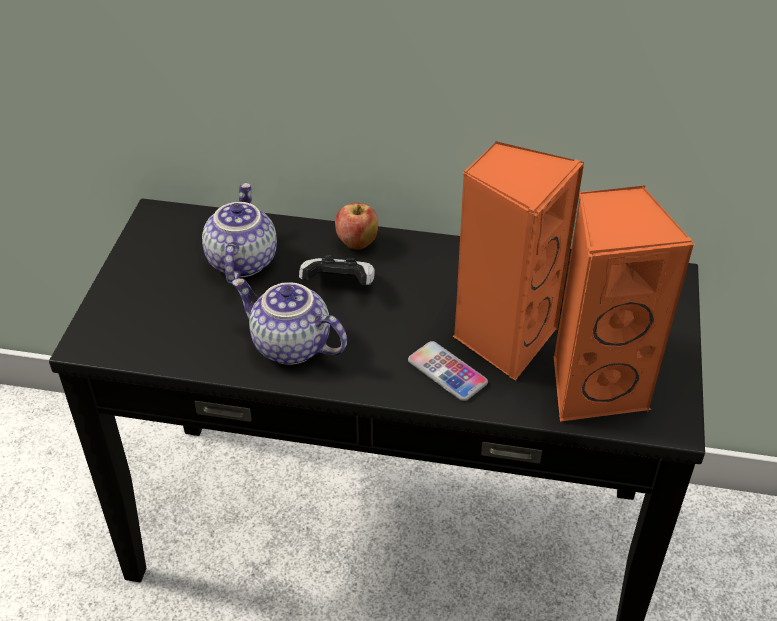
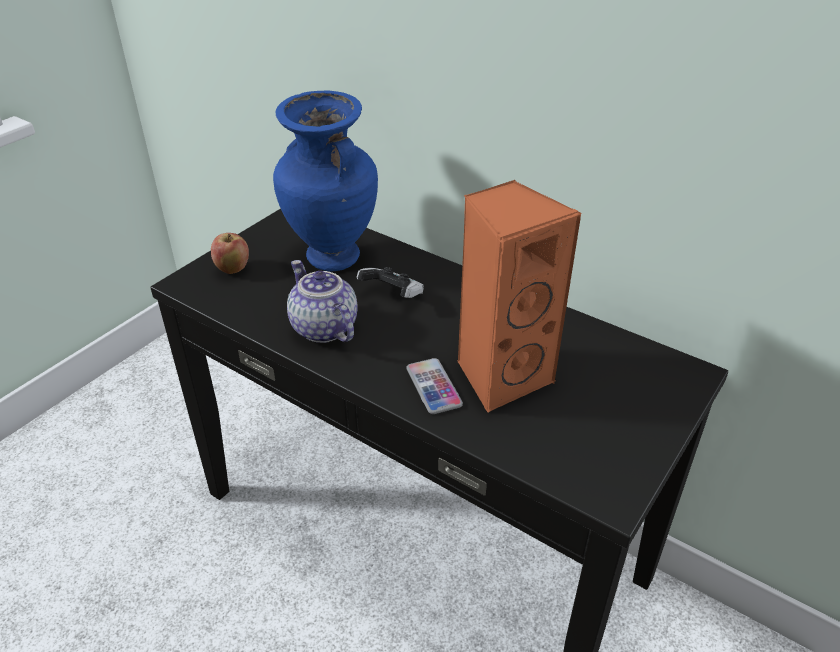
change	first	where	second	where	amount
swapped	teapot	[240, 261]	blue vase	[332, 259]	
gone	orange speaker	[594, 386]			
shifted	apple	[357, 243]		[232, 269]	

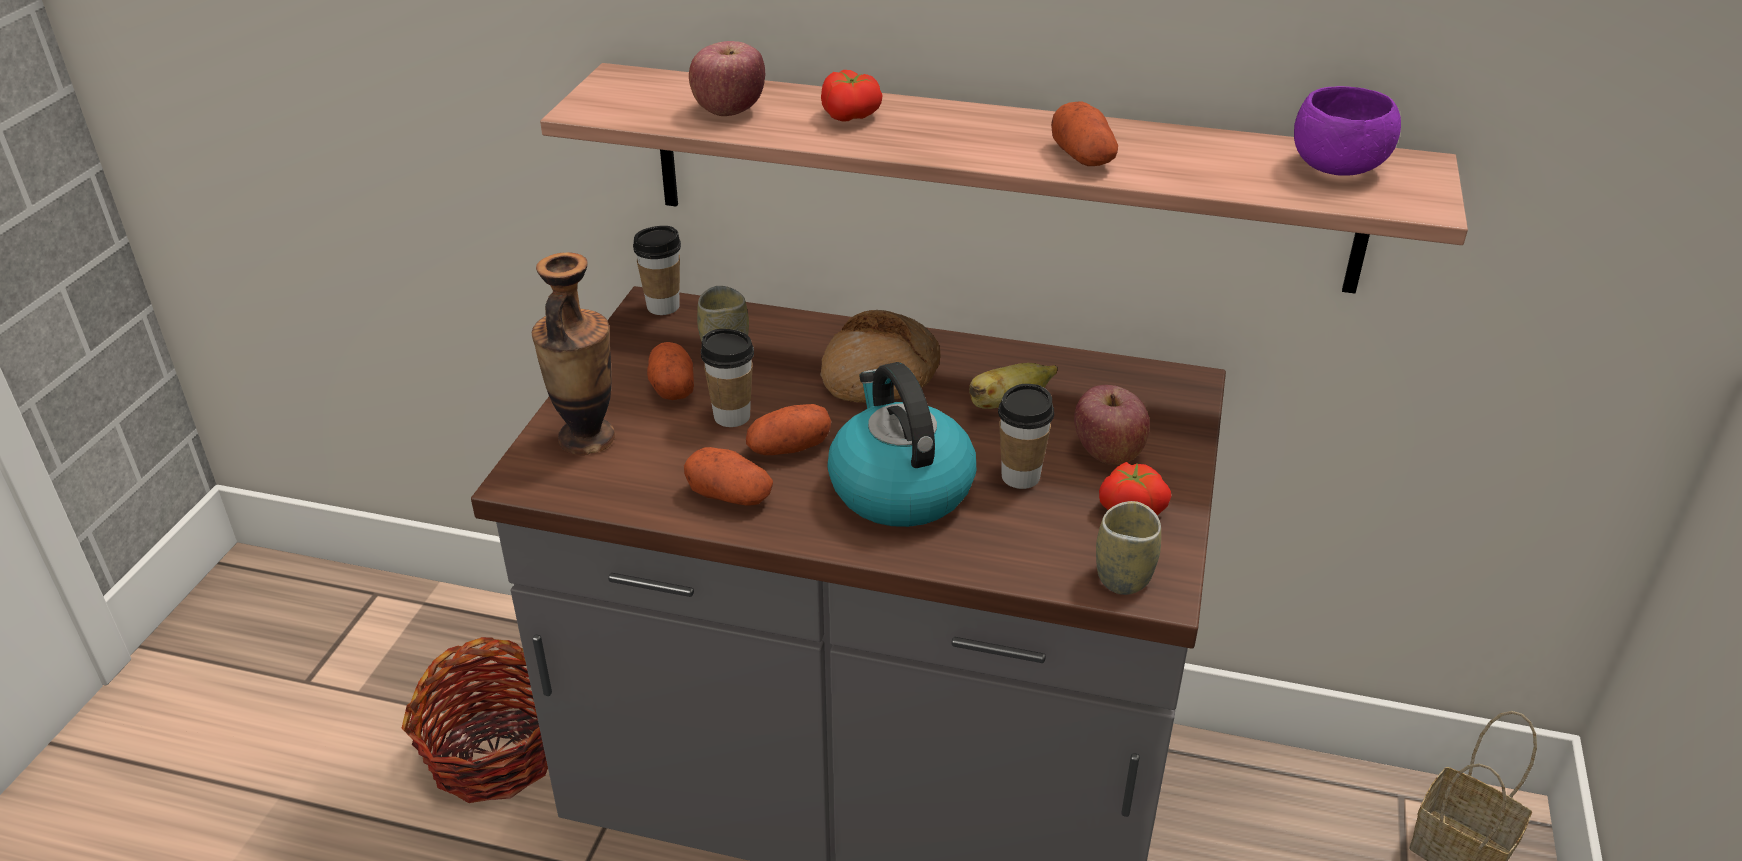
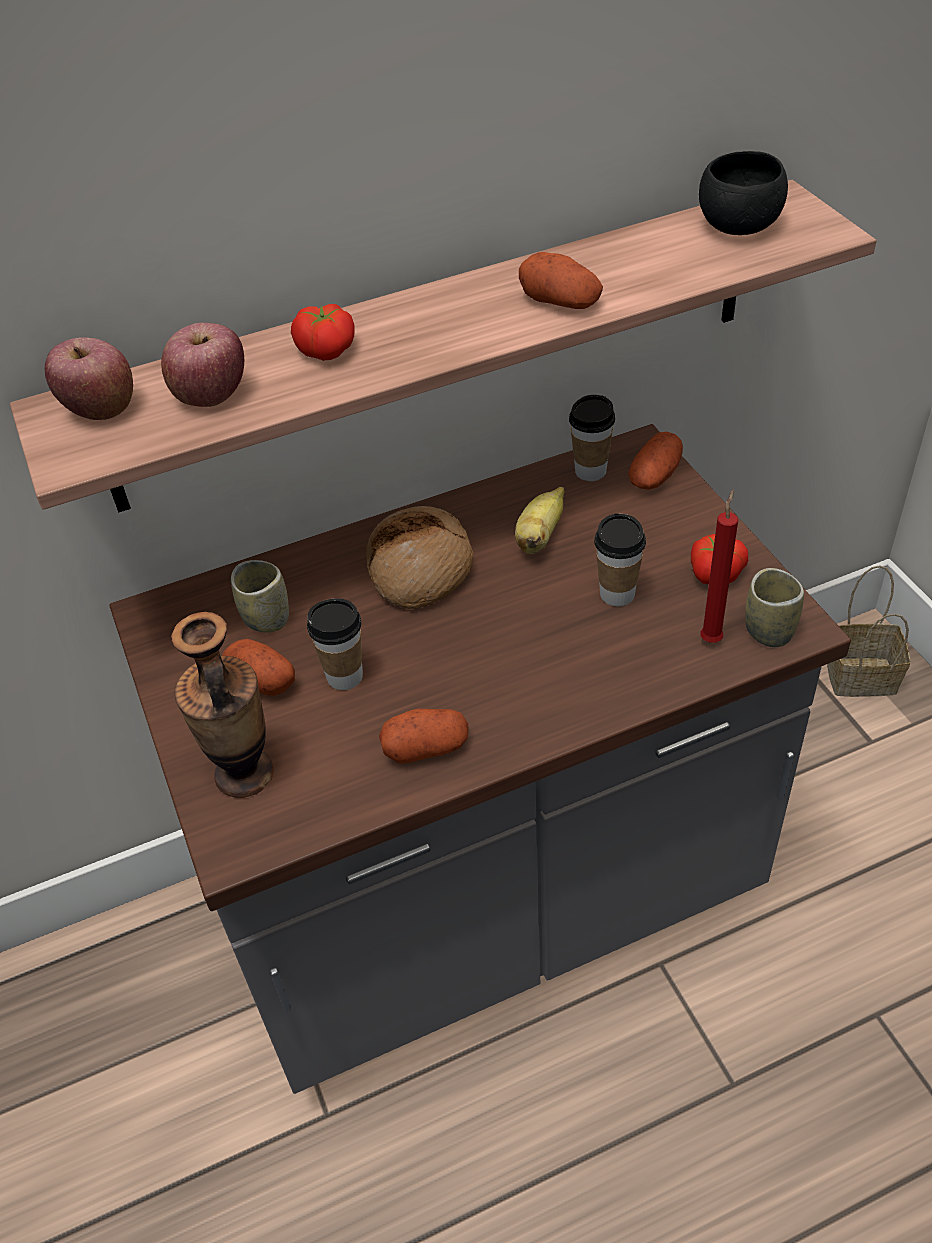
change	first	where	second	where	amount
repainted	purple bowl	[1337, 167]	black bowl	[738, 226]	
shifted	cup	[663, 306]		[590, 471]	
gone	kettle	[899, 487]			
shifted	apple	[1108, 452]		[100, 409]	
shifted	potato	[789, 448]		[655, 476]	
gone	basket	[495, 754]			
new			red candle	[711, 638]	

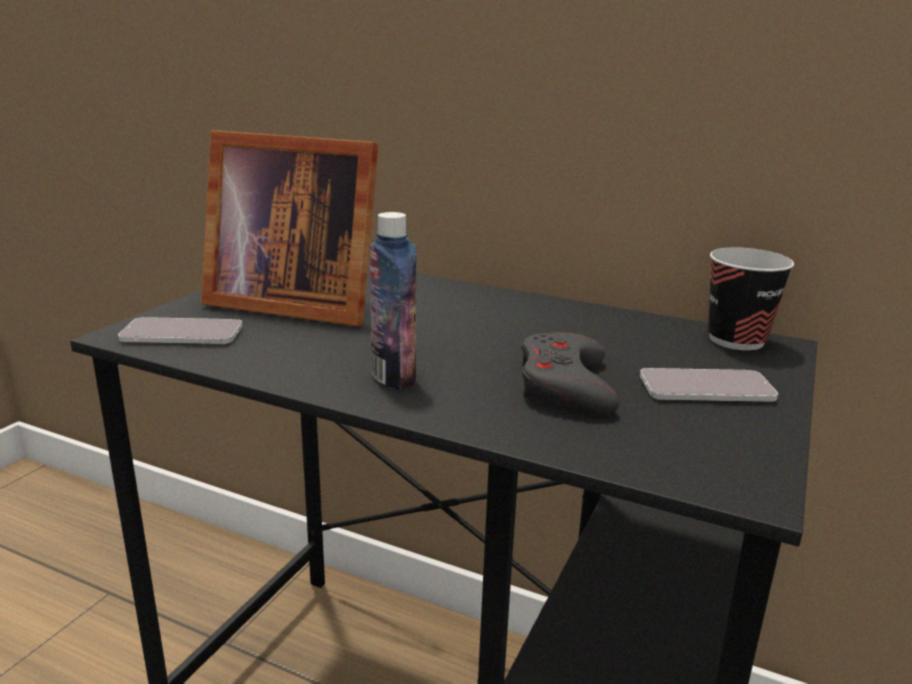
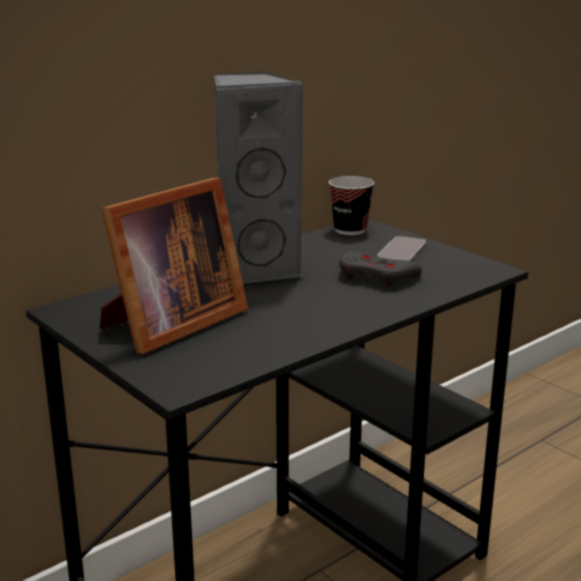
change	first	where	second	where	amount
gone	bottle	[393, 377]			
gone	phone	[182, 334]			
new			grey speaker	[255, 270]	

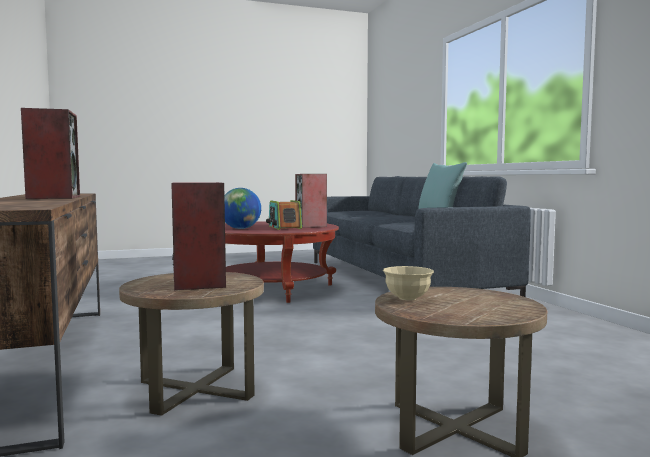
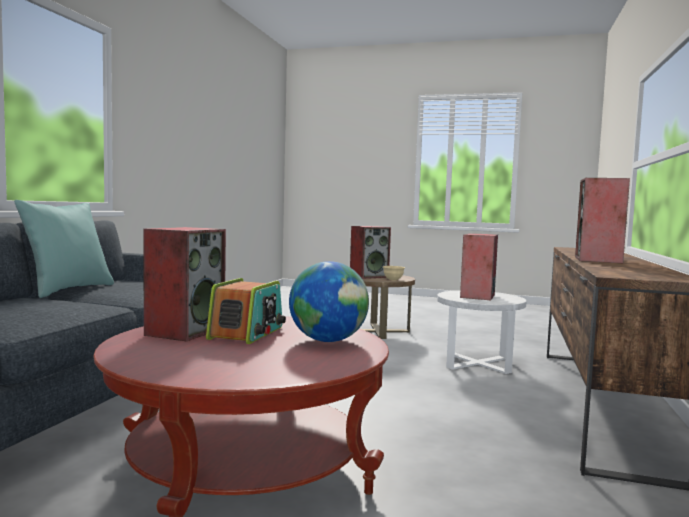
change	first	where	second	where	amount
repainted	brown side table	[196, 389]	white side table	[477, 363]	
new			speaker	[369, 276]	

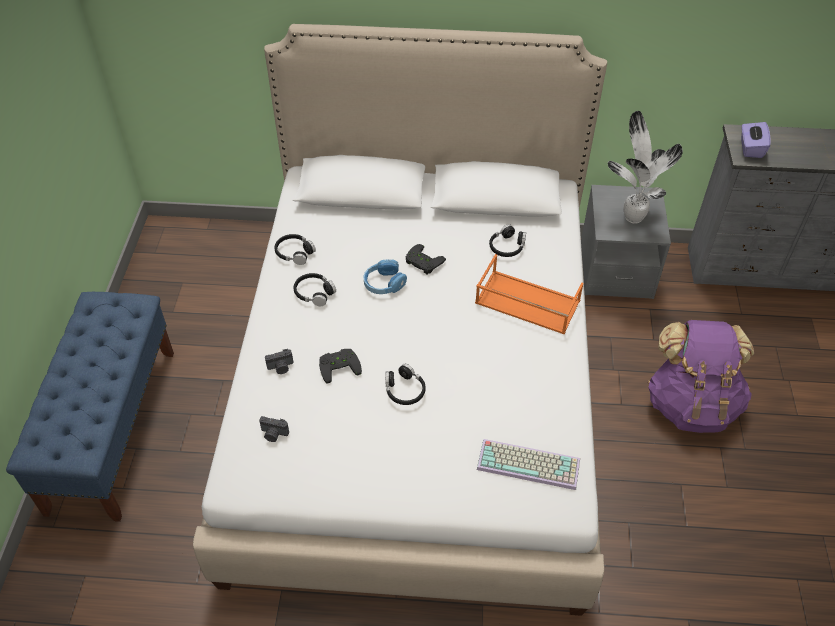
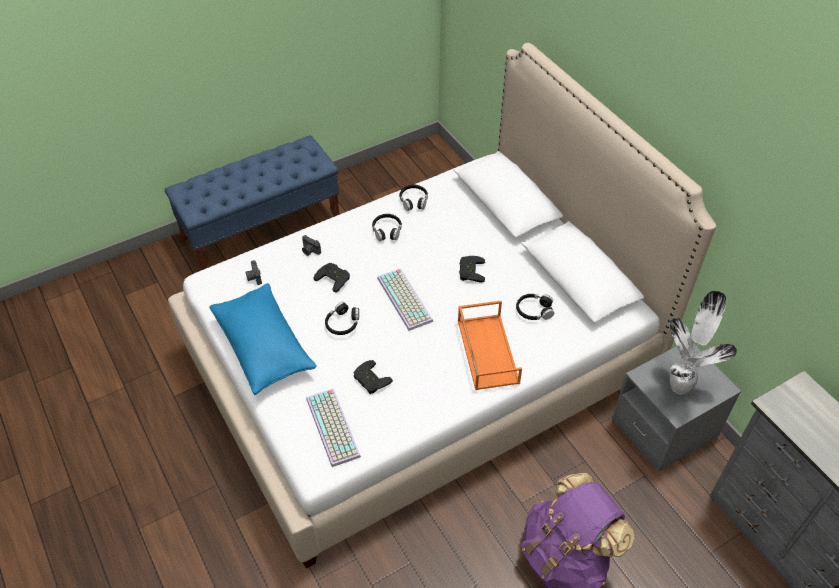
change	first	where	second	where	amount
gone	purple tissue box	[750, 148]			
gone	blue headphones	[384, 283]			
new			keyboard	[406, 299]	
new			blue pillow	[264, 347]	
new			black game controller	[369, 380]	

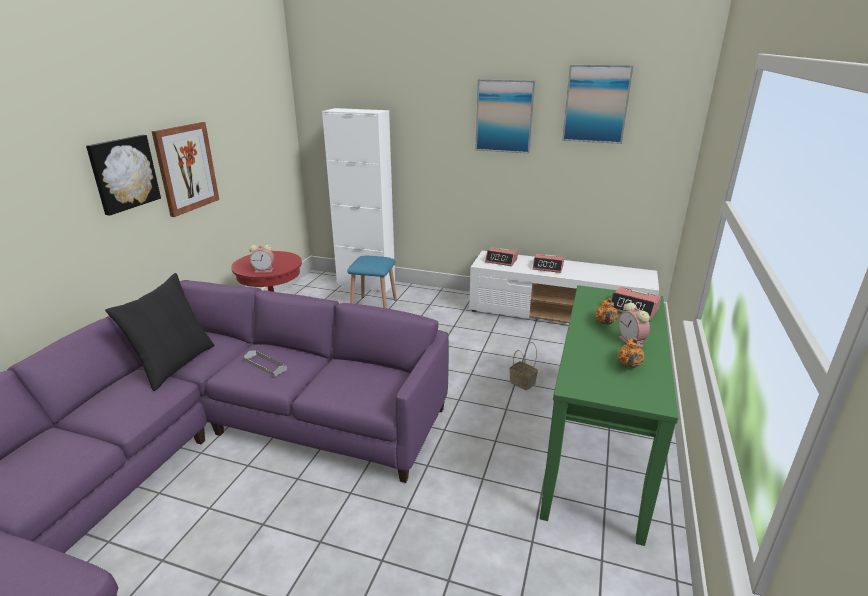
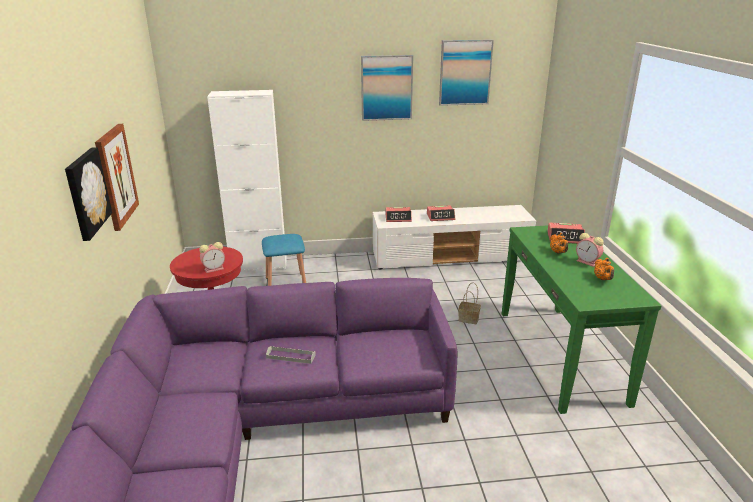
change	first	where	second	where	amount
gone	black pillow	[175, 365]			

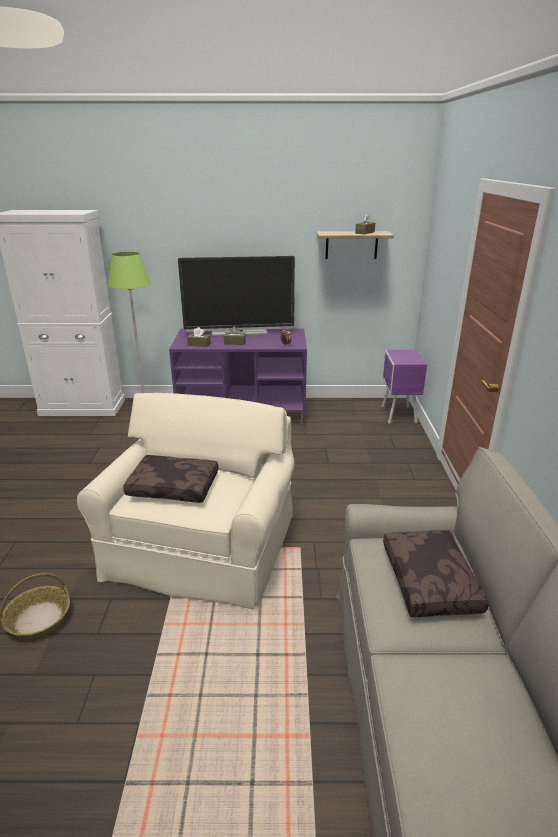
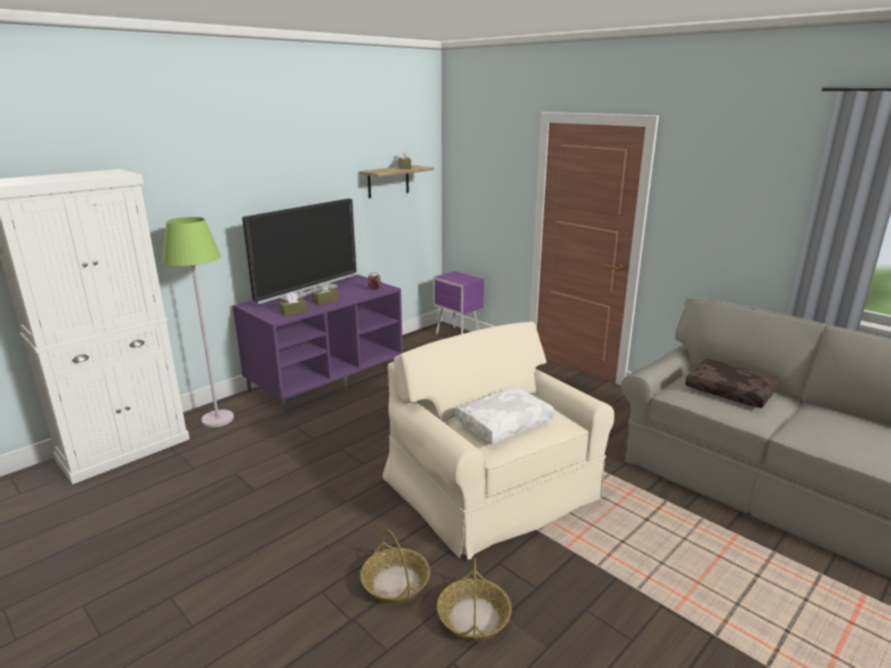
change	first	where	second	where	amount
repainted	brown pillow	[174, 486]	white pillow	[503, 422]	
new			basket	[395, 583]	

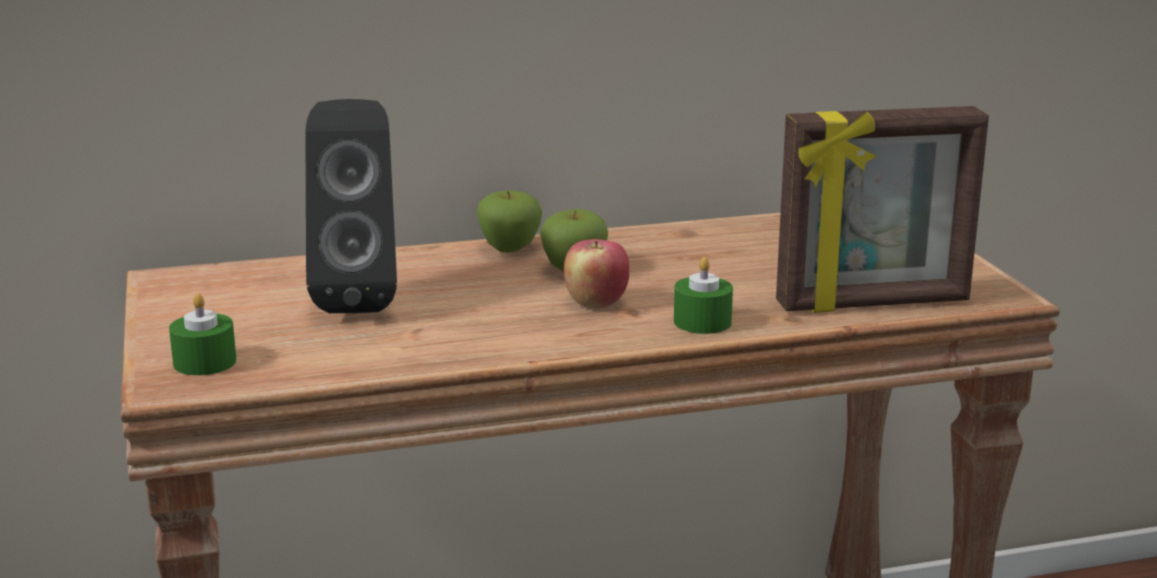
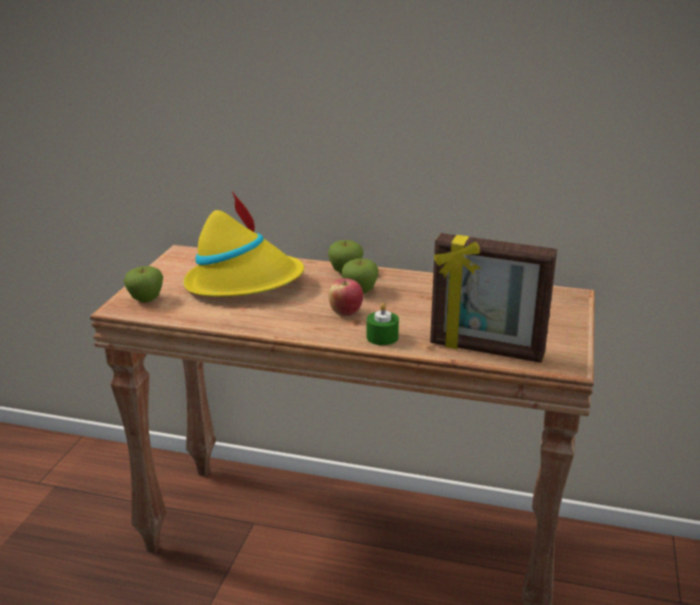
change	first	where	second	where	amount
swapped	black speaker	[358, 299]	yellow hat	[244, 283]	
swapped	green candle	[204, 362]	apple	[146, 299]	

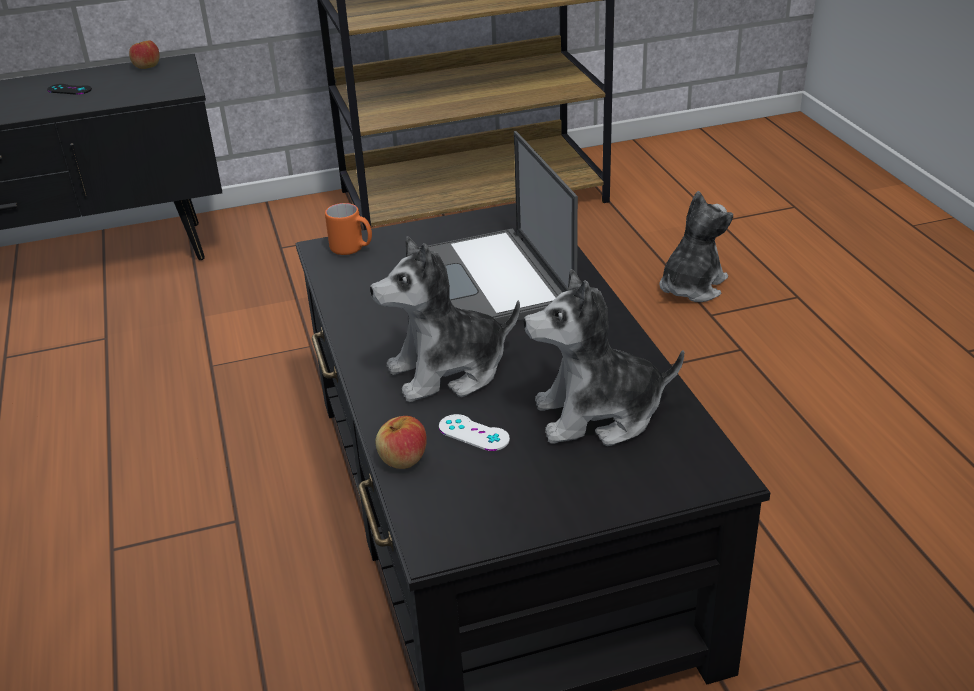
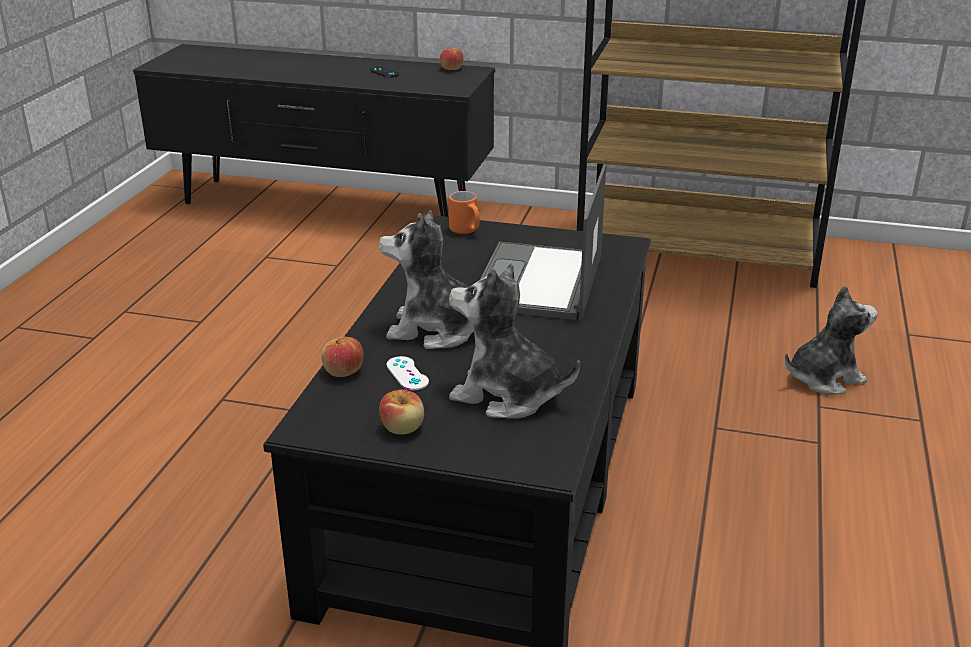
change	first	where	second	where	amount
new			apple	[403, 428]	

